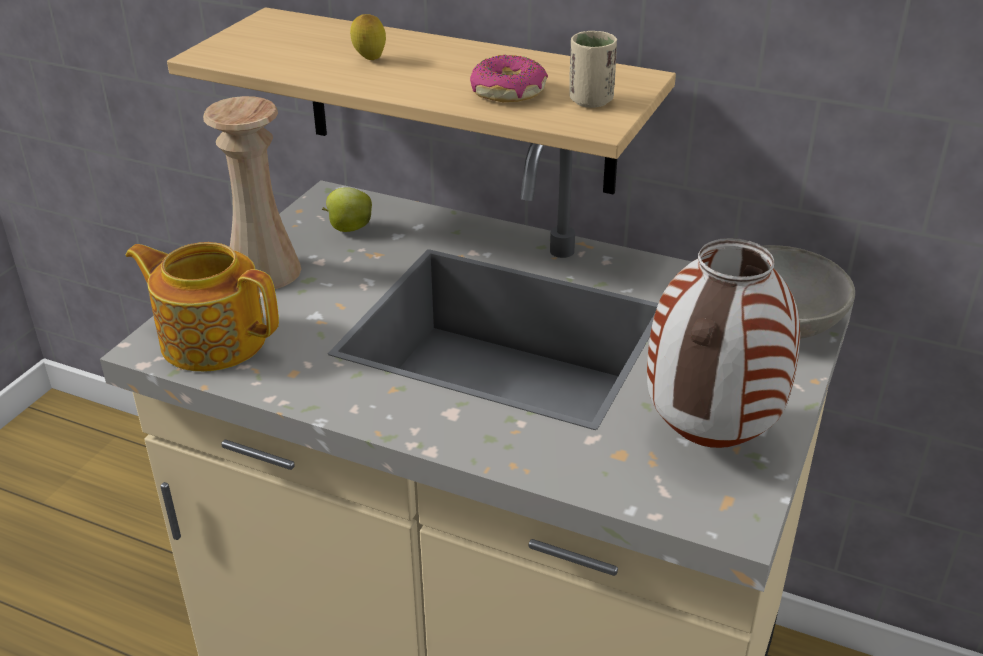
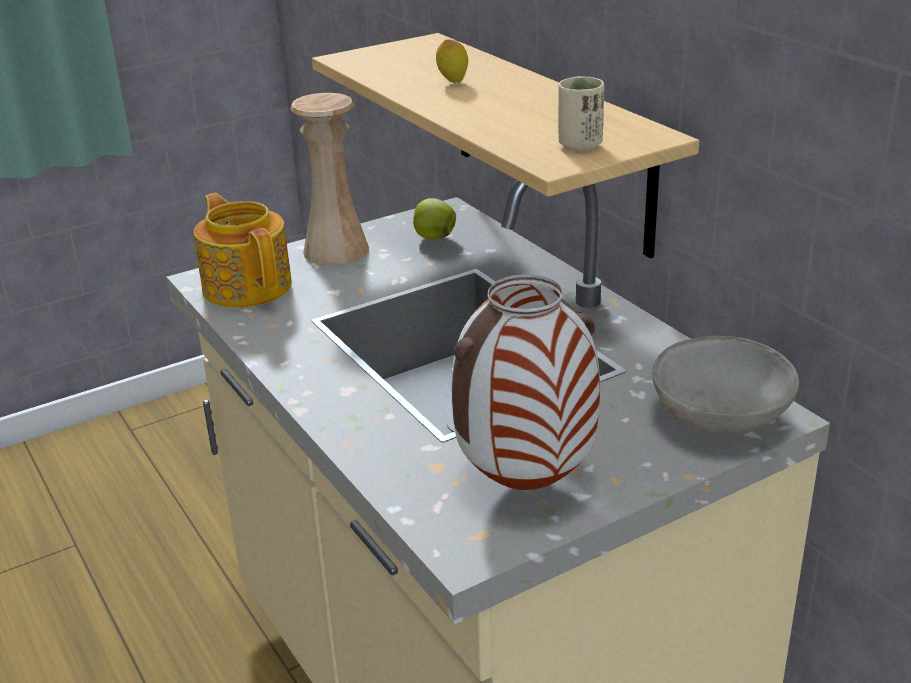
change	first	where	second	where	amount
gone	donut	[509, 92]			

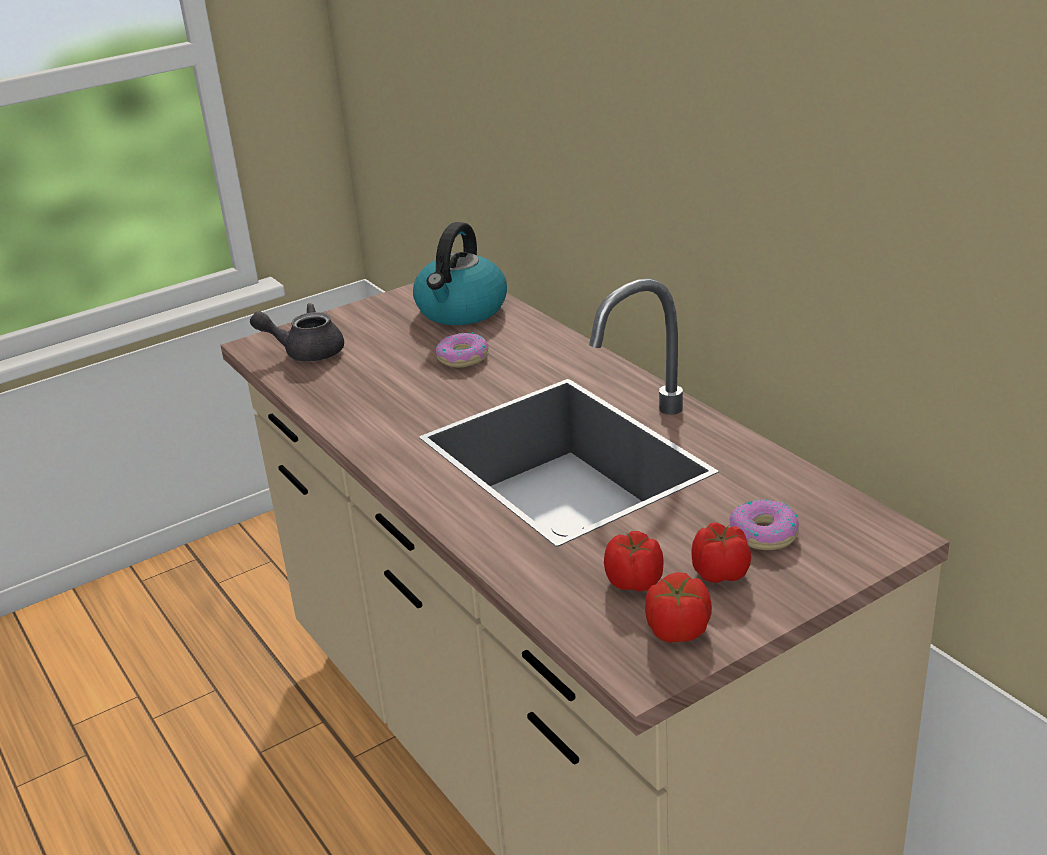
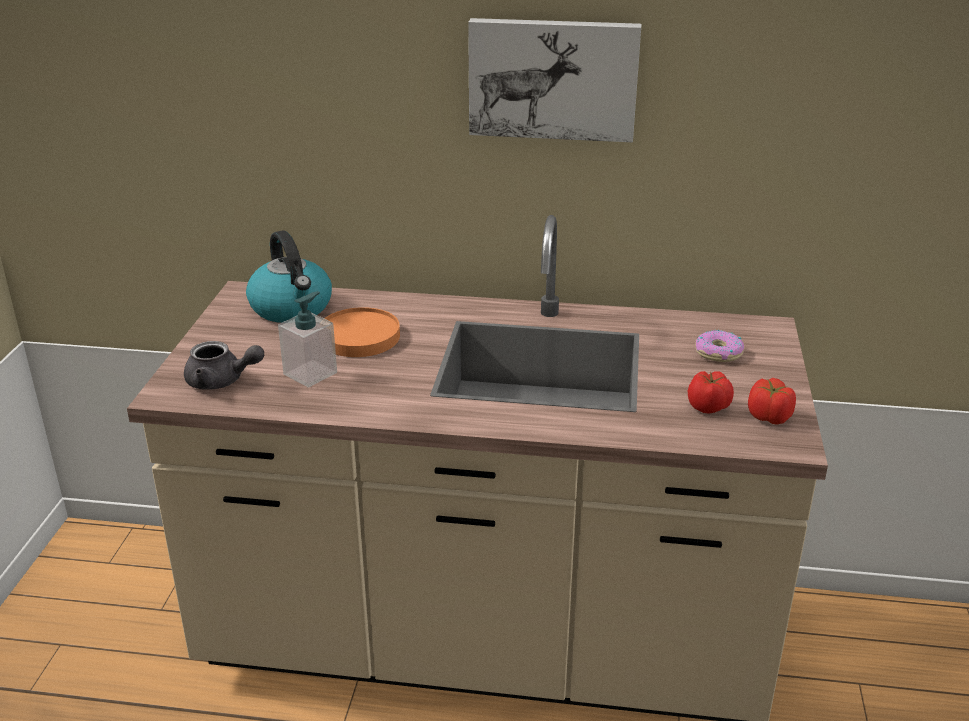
change	first	where	second	where	amount
rotated	grey teapot	[306, 351]		[222, 381]	120 degrees counterclockwise
swapped	donut	[463, 358]	orange plate	[359, 337]	
gone	tomato	[720, 572]			
new			picture	[553, 78]	
new			soap dispenser	[310, 373]	

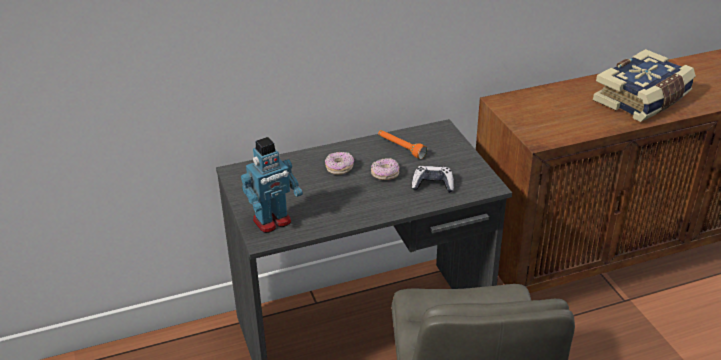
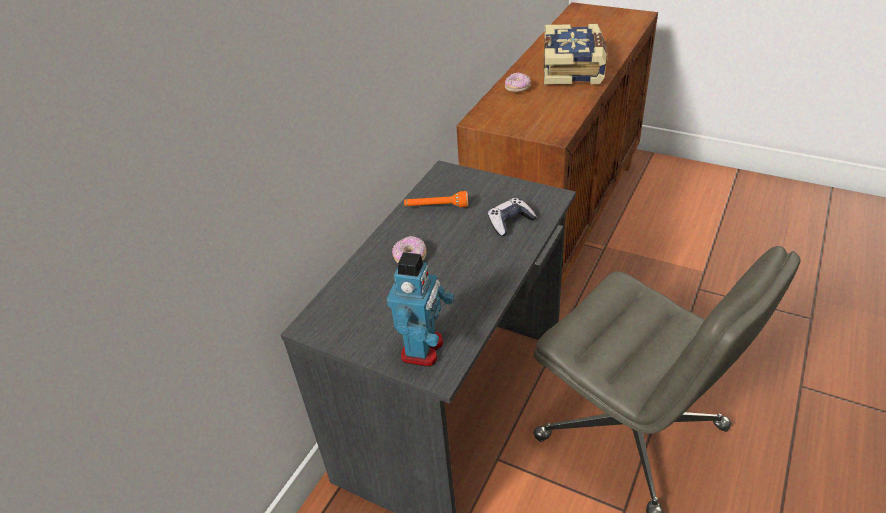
change	first	where	second	where	amount
shifted	donut	[385, 175]		[517, 89]	

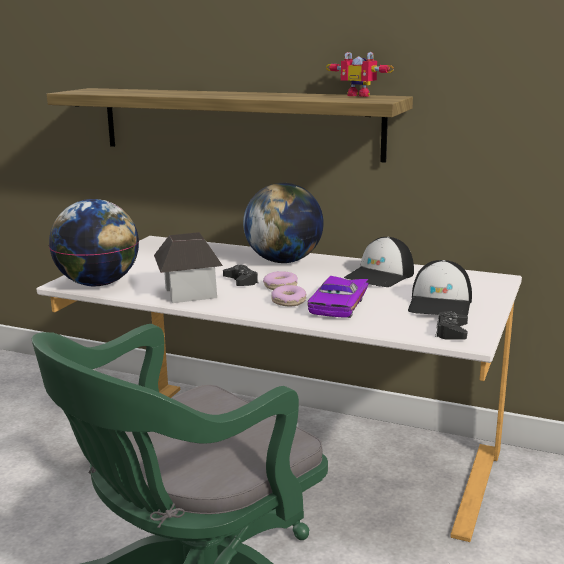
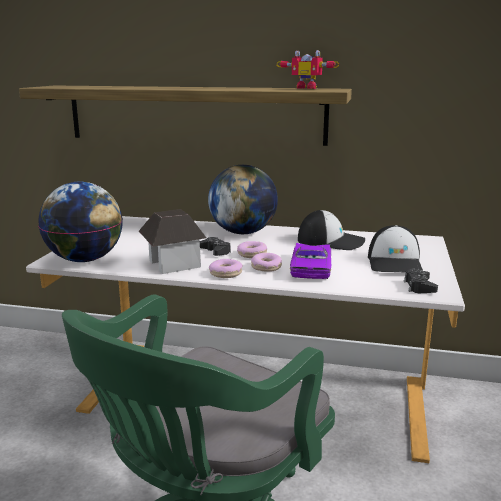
change	first	where	second	where	amount
rotated	cap	[380, 276]		[331, 241]	105 degrees counterclockwise
new			donut	[225, 273]	

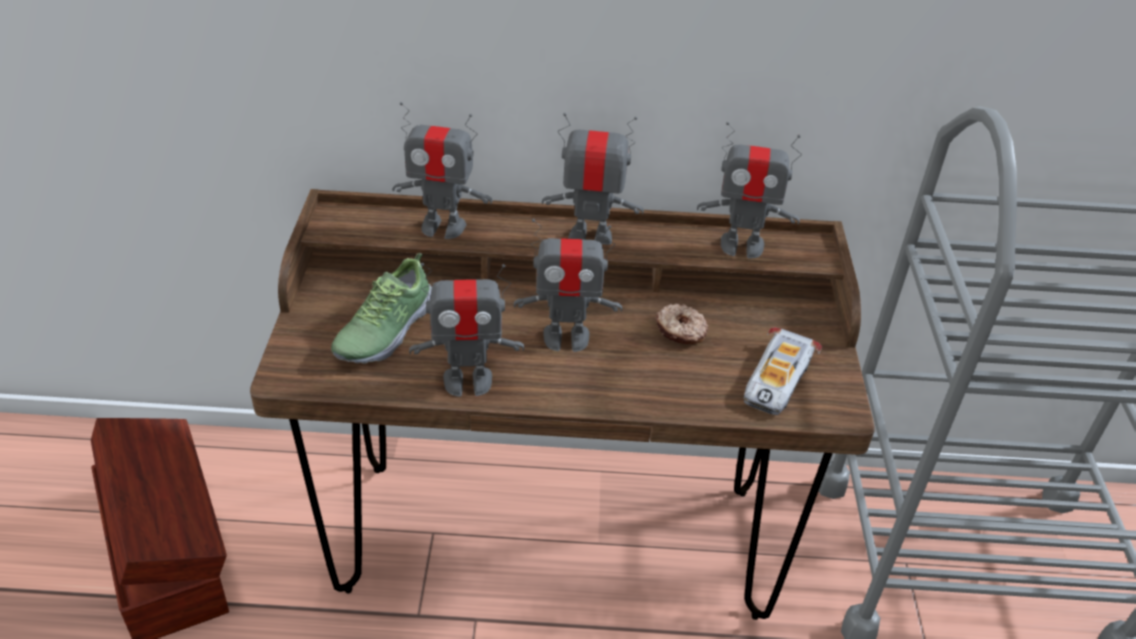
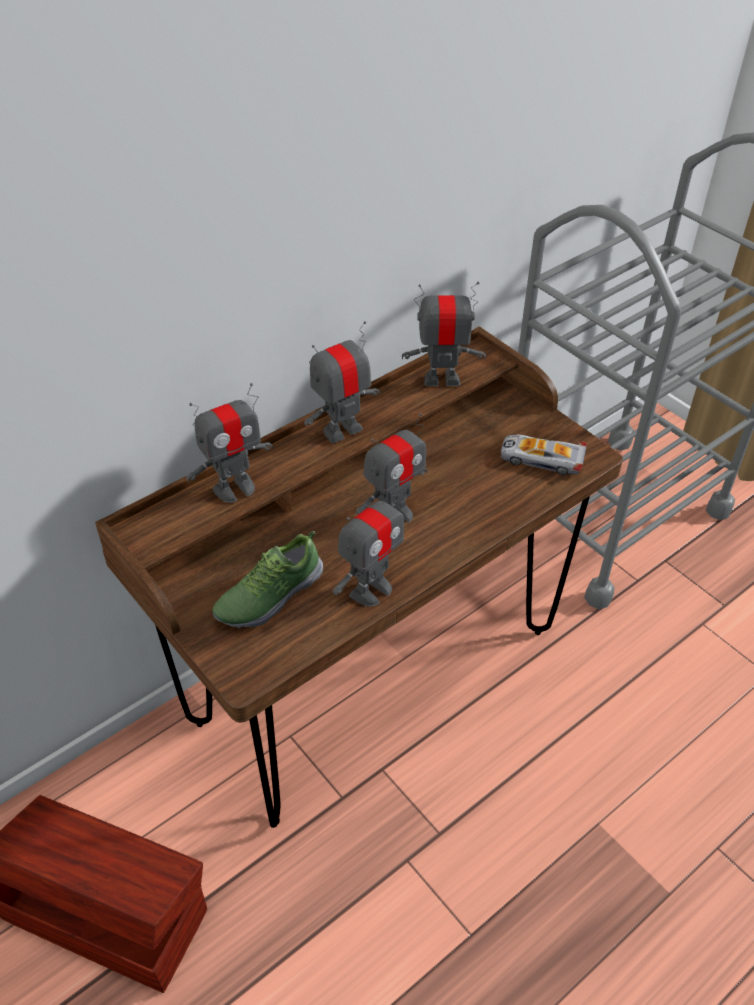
change	first	where	second	where	amount
rotated	toy robot	[742, 246]		[441, 379]	150 degrees counterclockwise
rotated	shoe	[384, 330]		[269, 595]	60 degrees clockwise
gone	donut	[680, 331]			
rotated	toy car	[777, 379]		[541, 459]	120 degrees clockwise

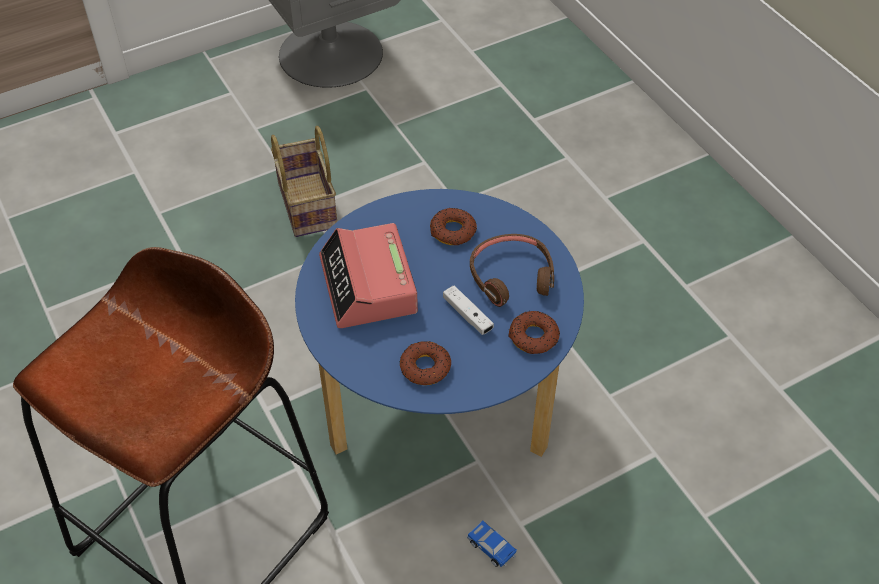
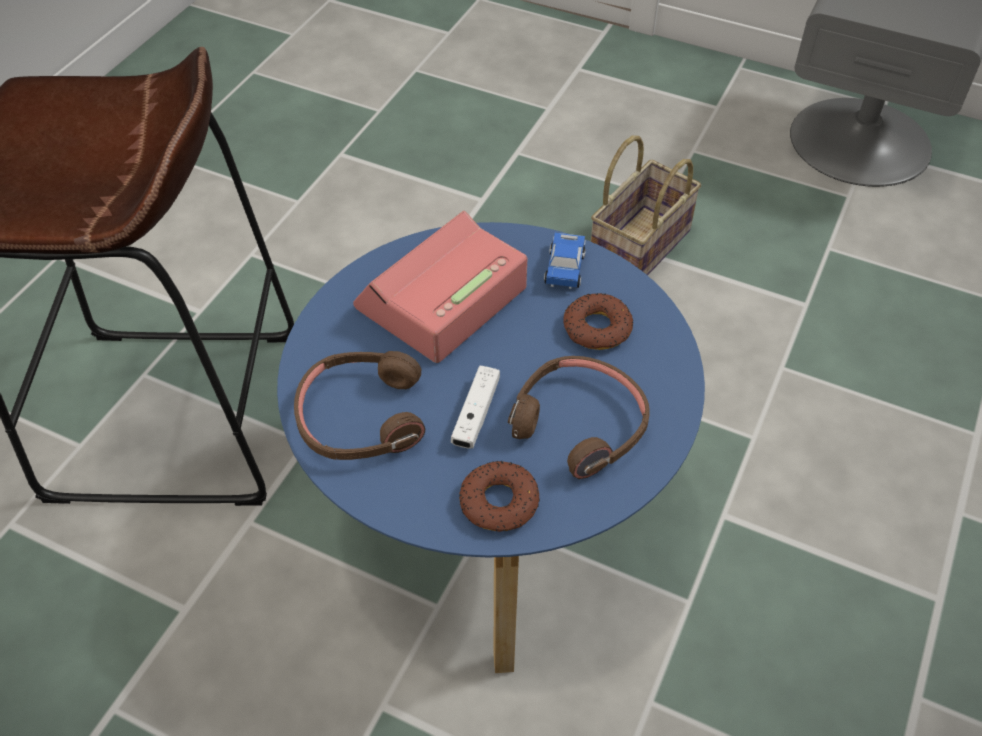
change	first	where	second	where	amount
swapped	donut	[425, 367]	brown headphones	[361, 417]	
shifted	toy car	[492, 548]		[564, 269]	

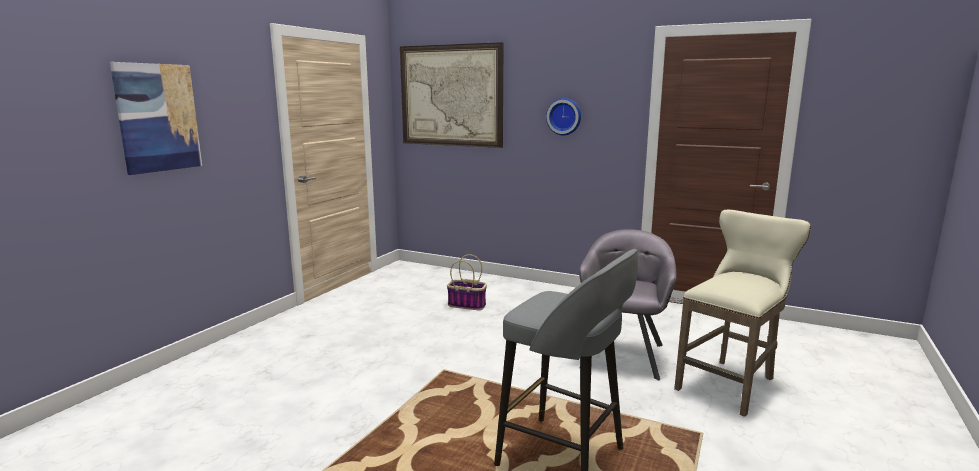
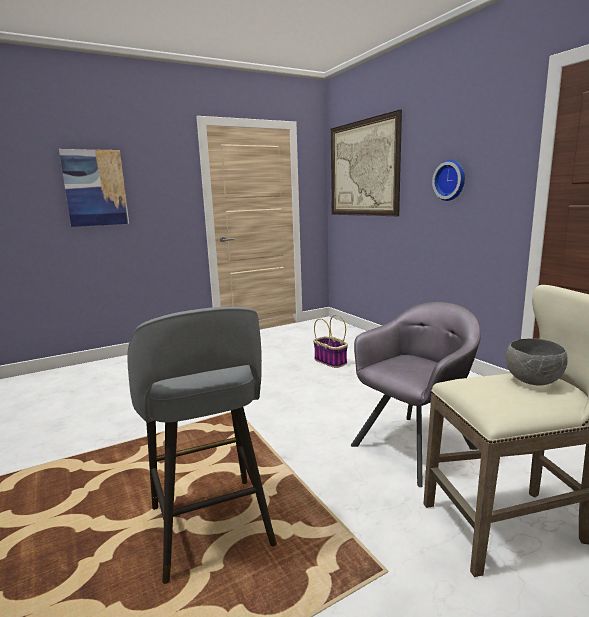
change	first	where	second	where	amount
new			grey bowl	[534, 382]	

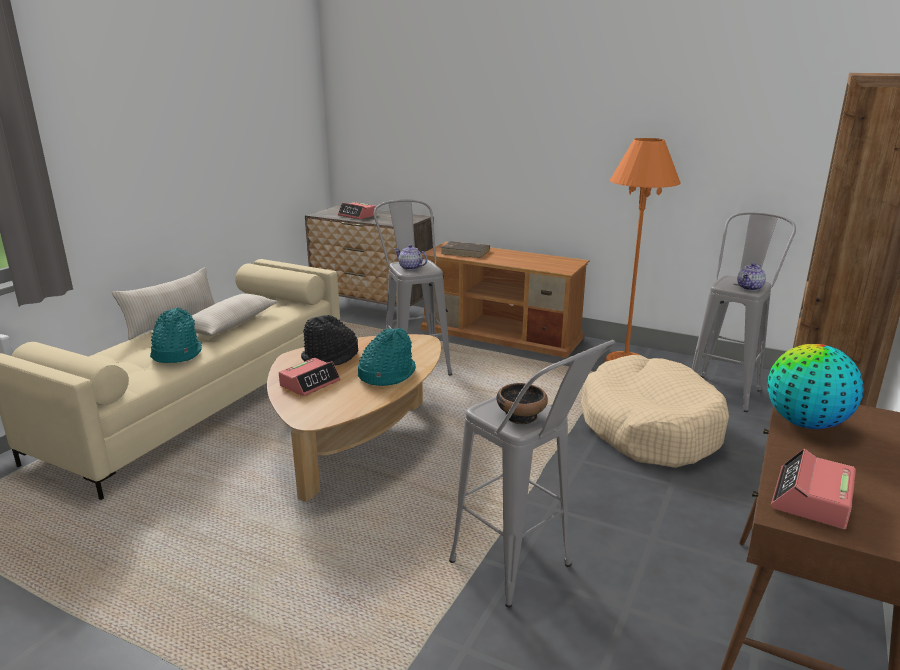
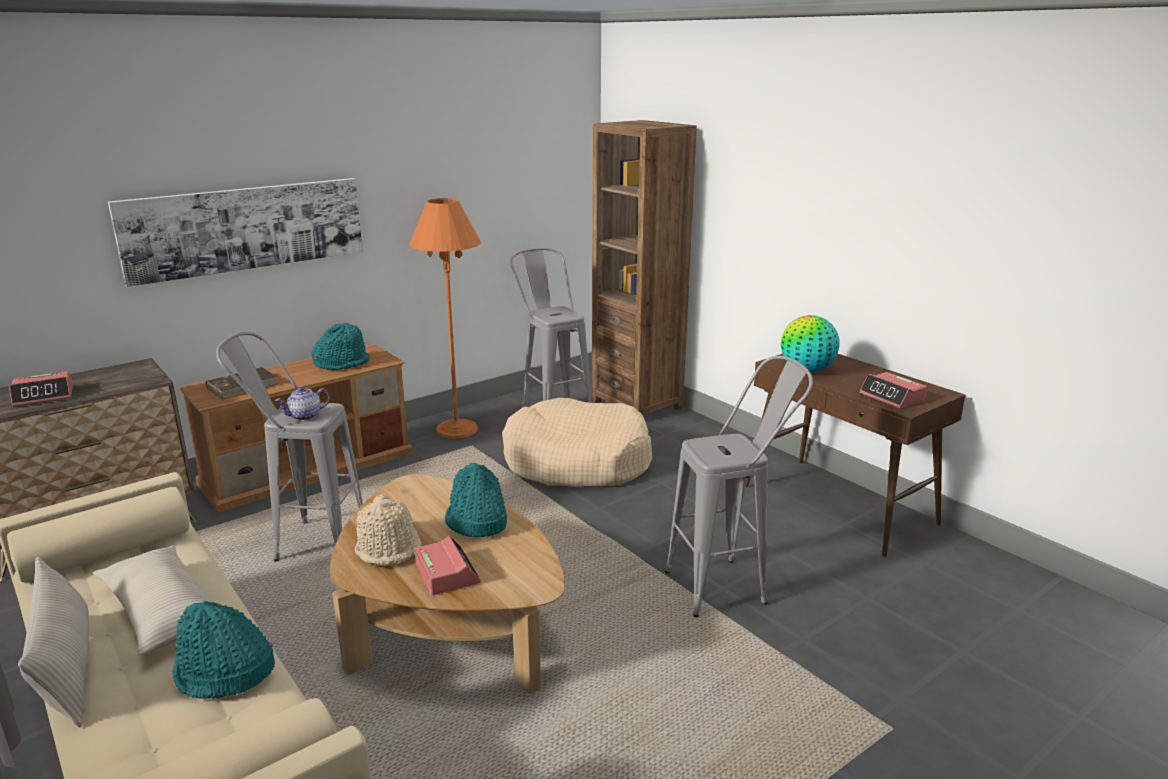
change	first	where	second	where	amount
gone	teapot	[750, 288]			
repainted	black hat	[330, 357]	beige hat	[388, 548]	
gone	bowl	[521, 416]			
new			picture	[246, 228]	
new			turquoise hat	[342, 363]	

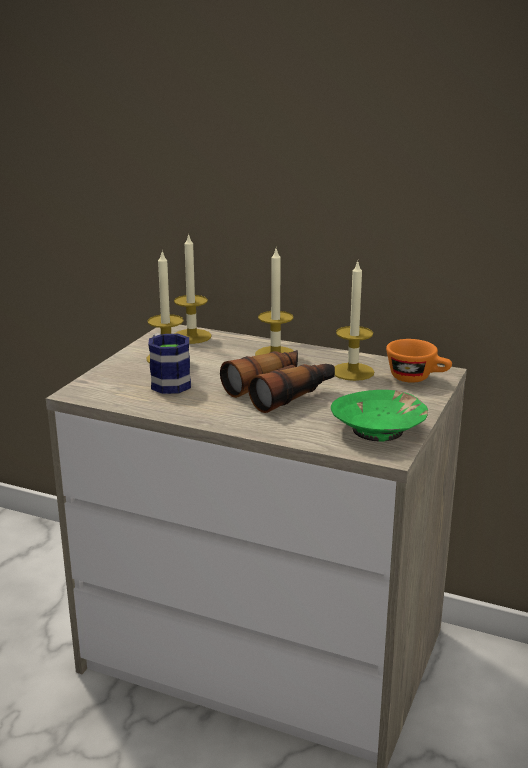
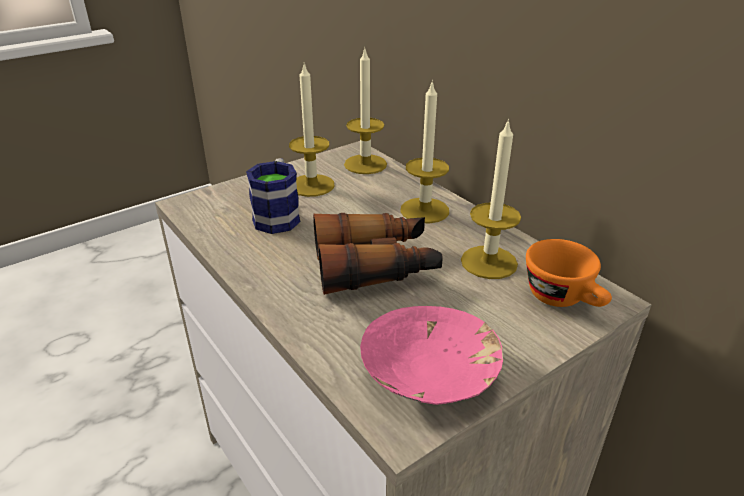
change	first	where	second	where	amount
repainted	green bowl	[378, 430]	pink bowl	[430, 374]	

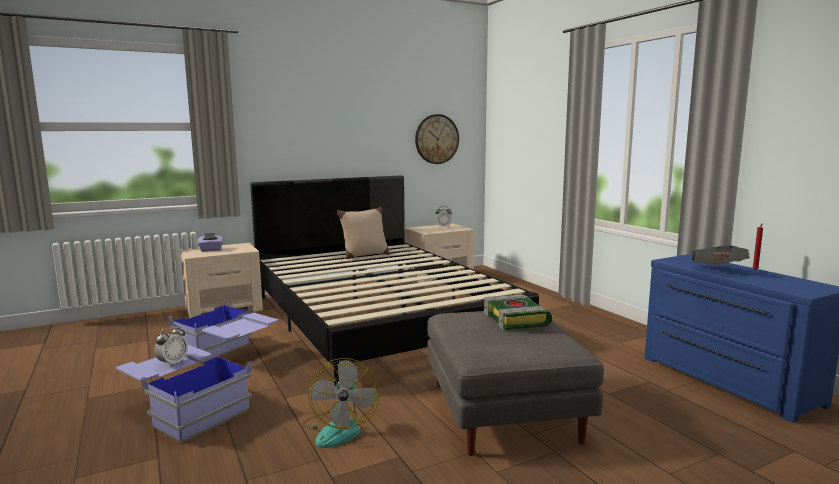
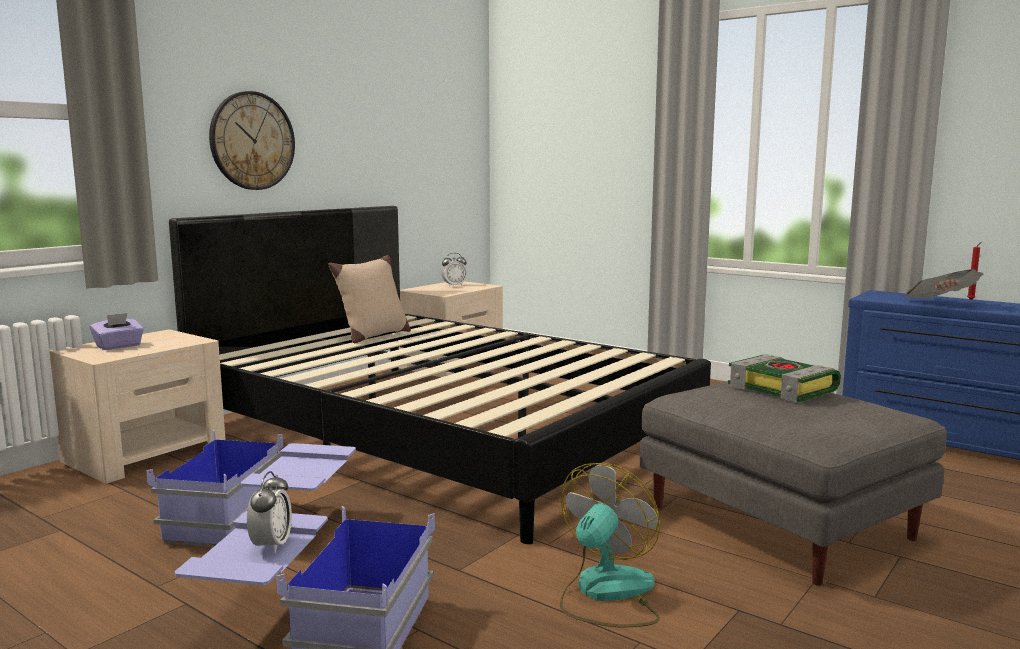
change	first	where	second	where	amount
shifted	wall clock	[436, 139]		[252, 141]	
rotated	fan	[339, 428]		[606, 594]	120 degrees counterclockwise

